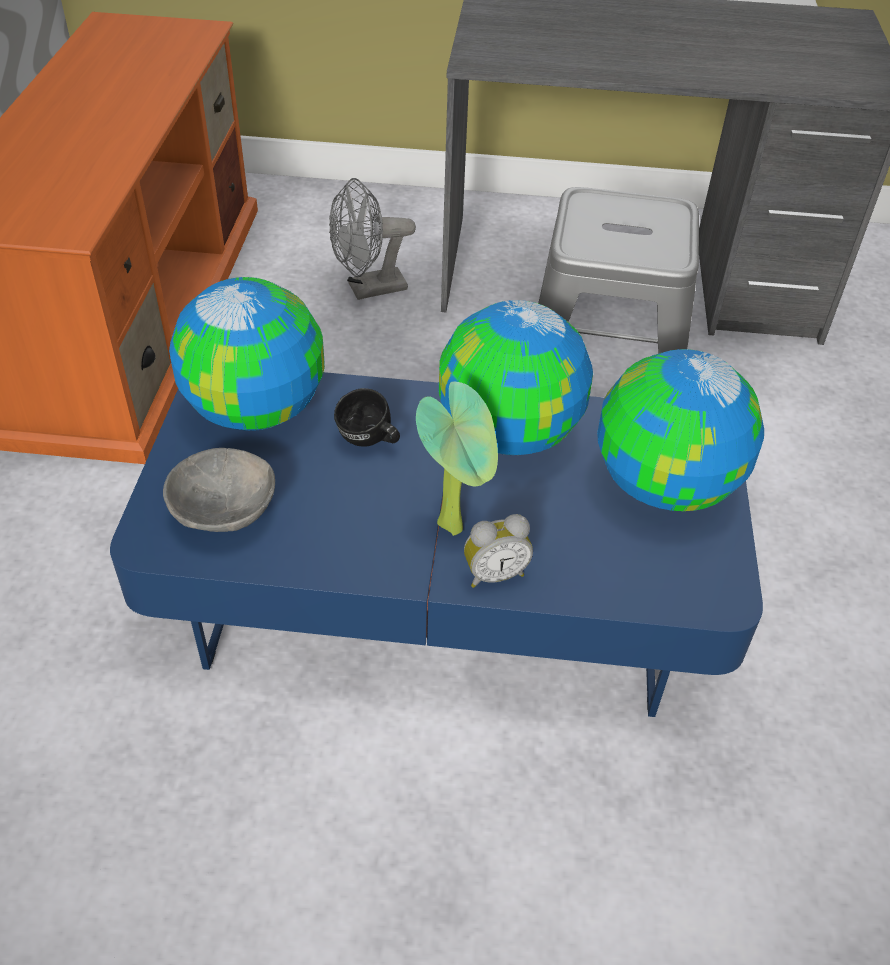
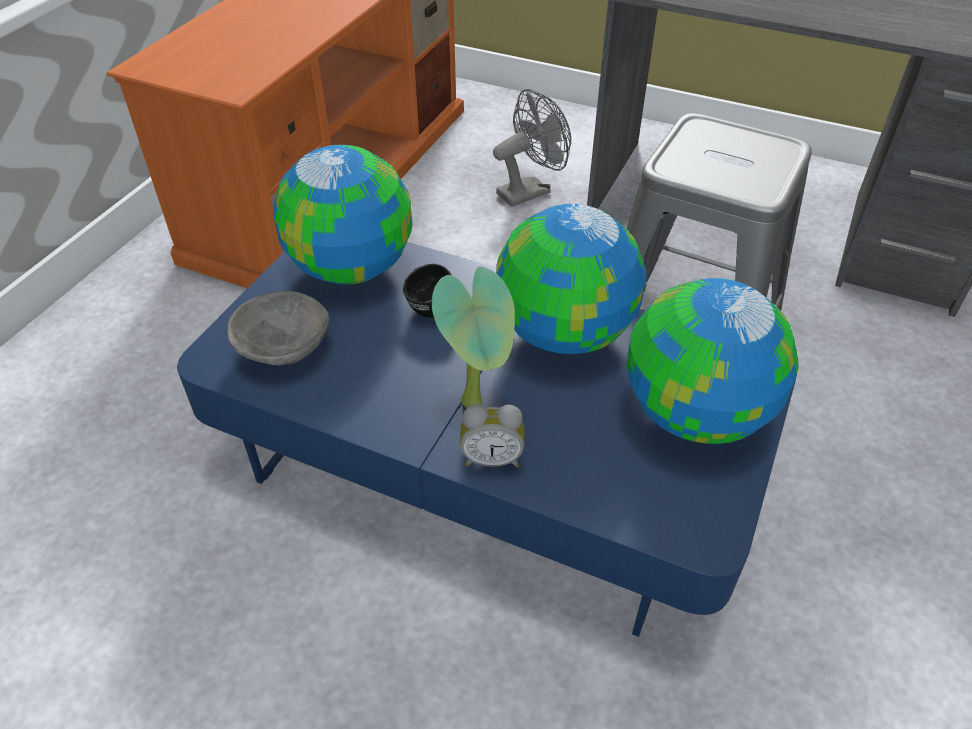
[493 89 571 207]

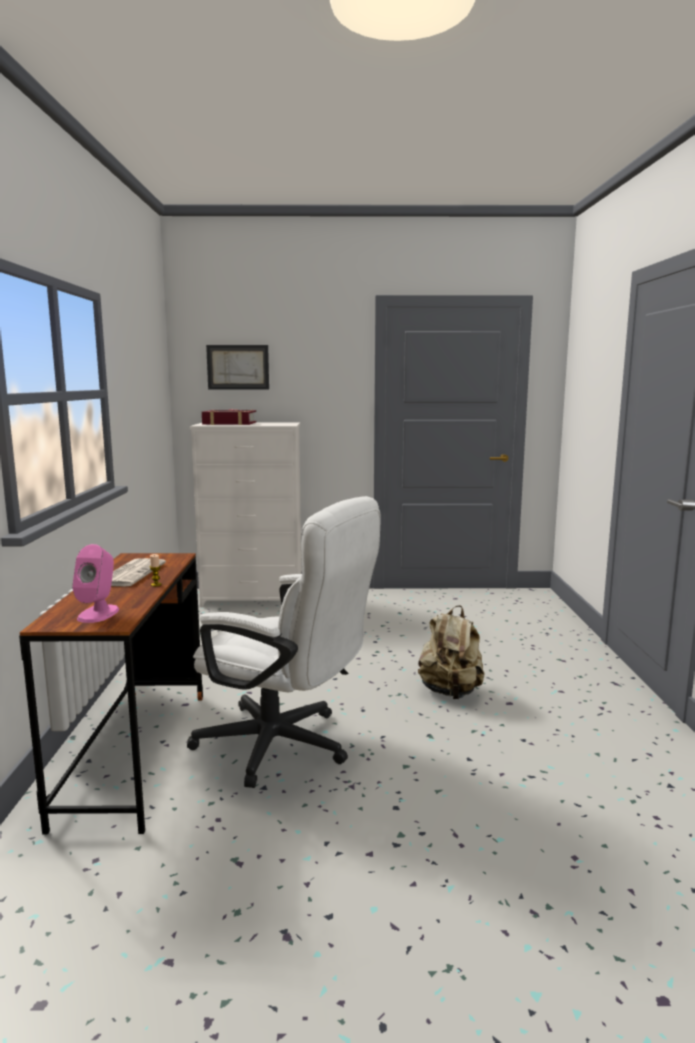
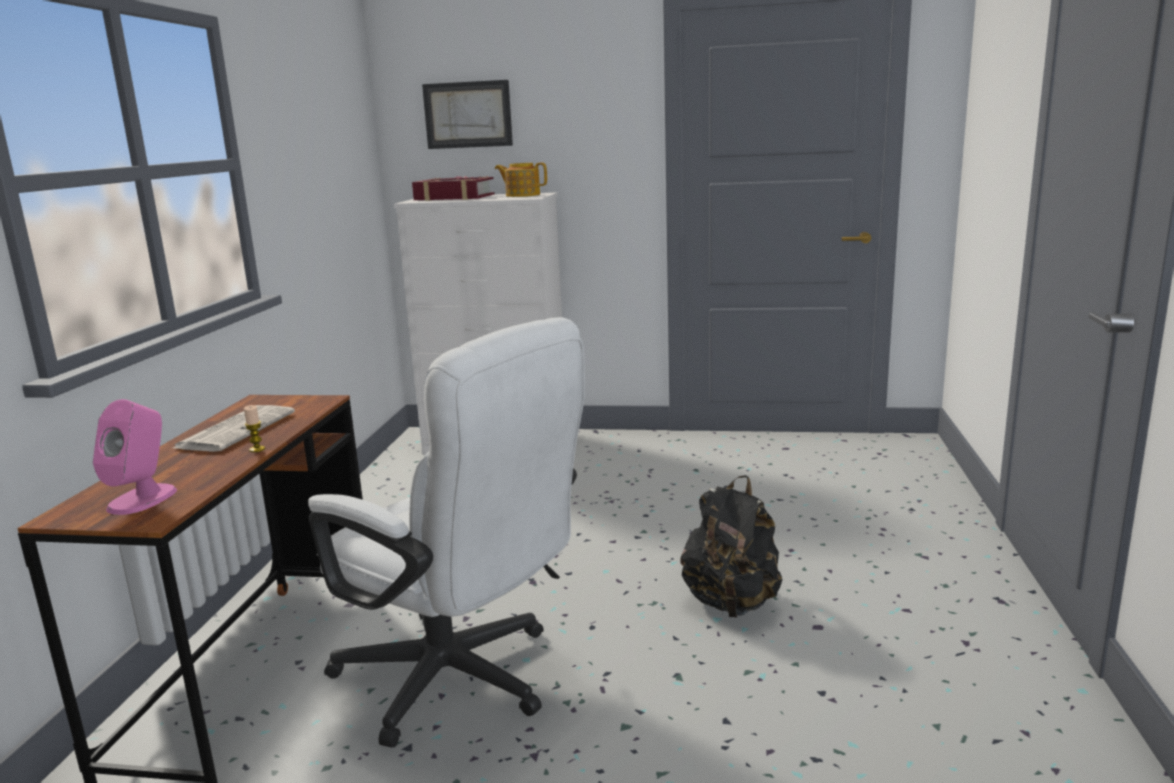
[680 475 782 618]
[495 163 547 197]

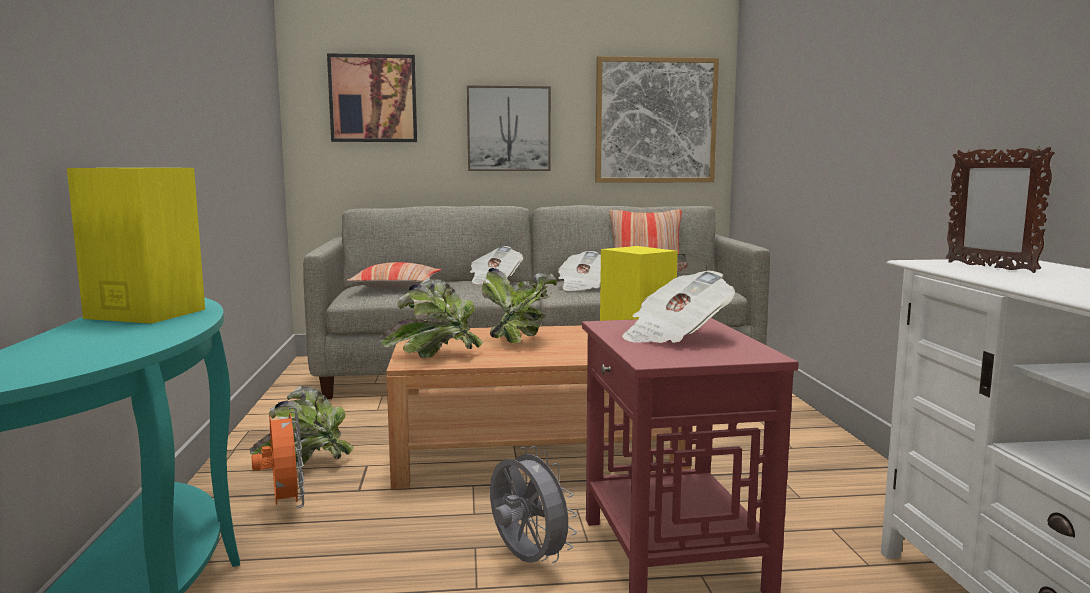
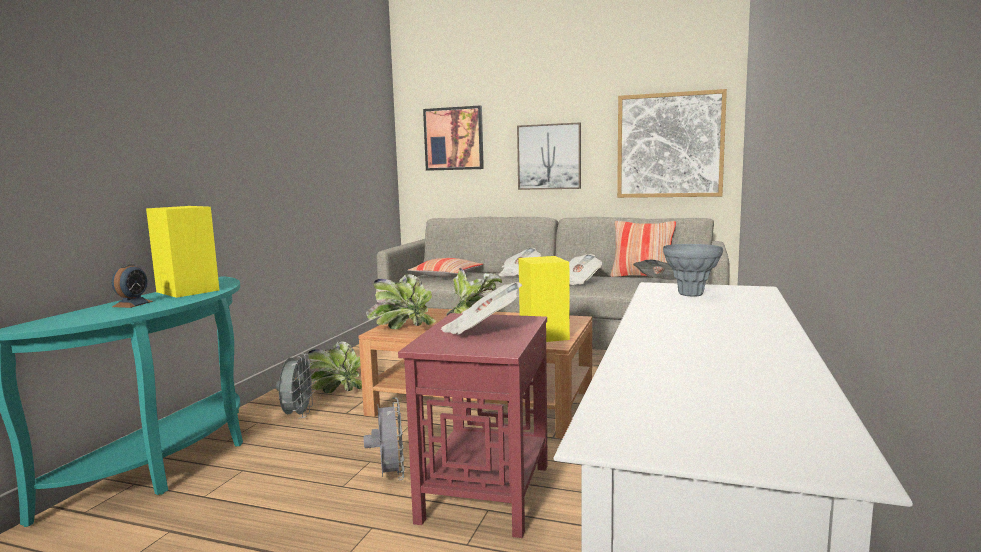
[663 244 723 297]
[276 354 316 418]
[112 264 153 308]

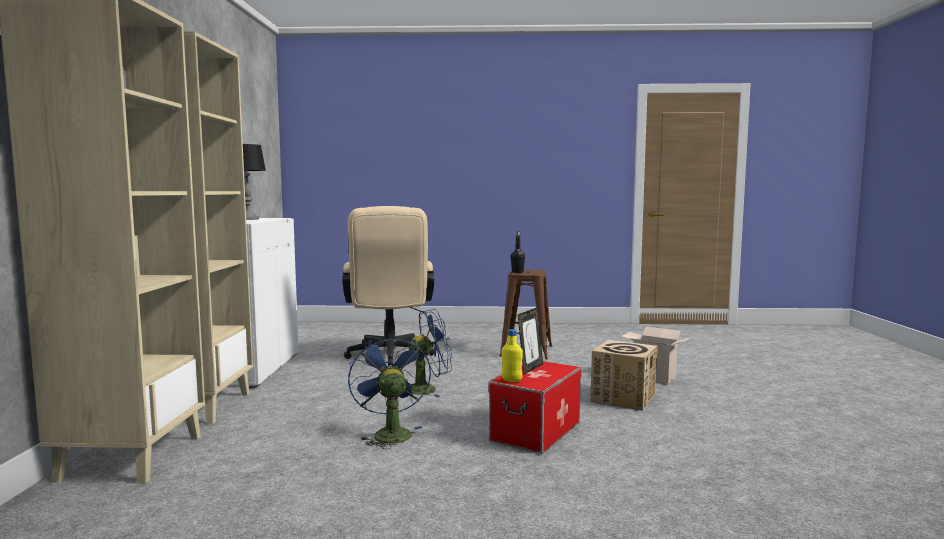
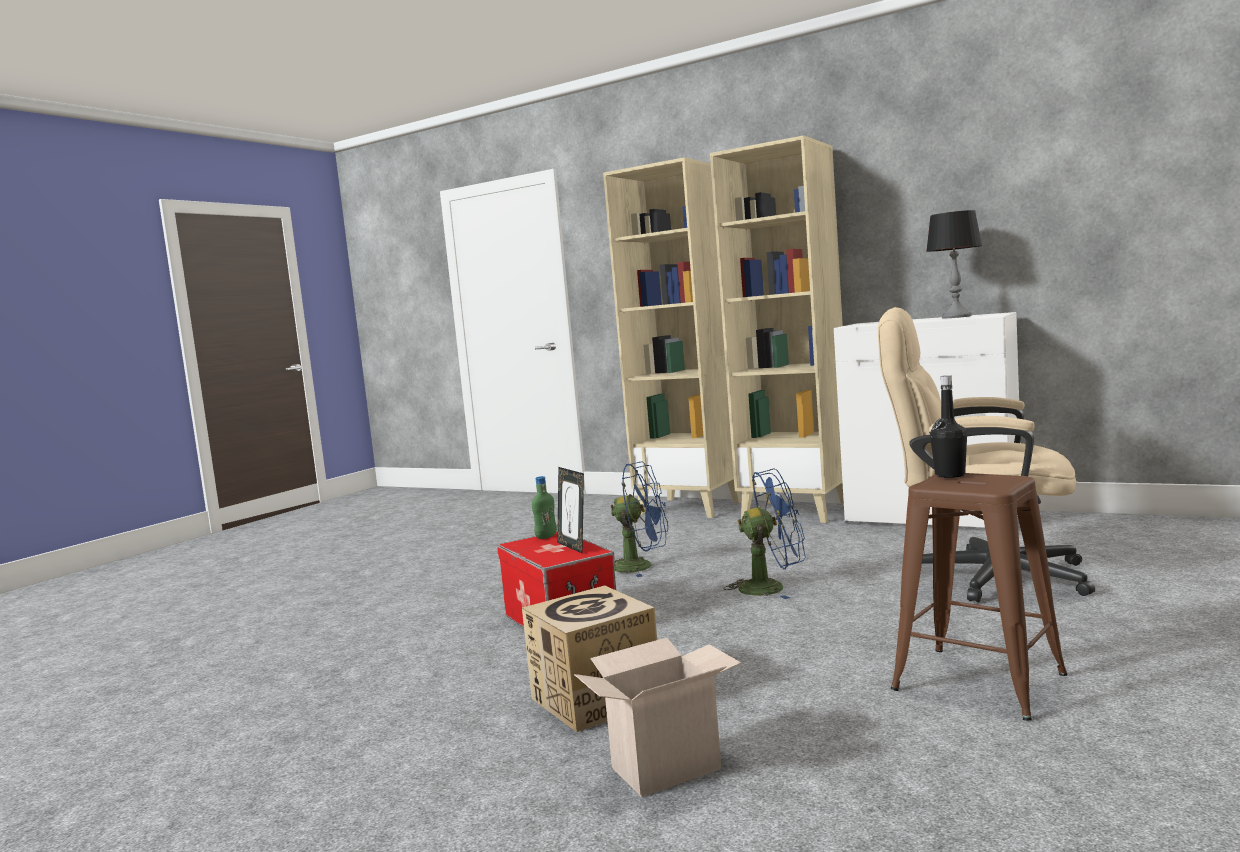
[724 468 806 599]
[532 476 557 539]

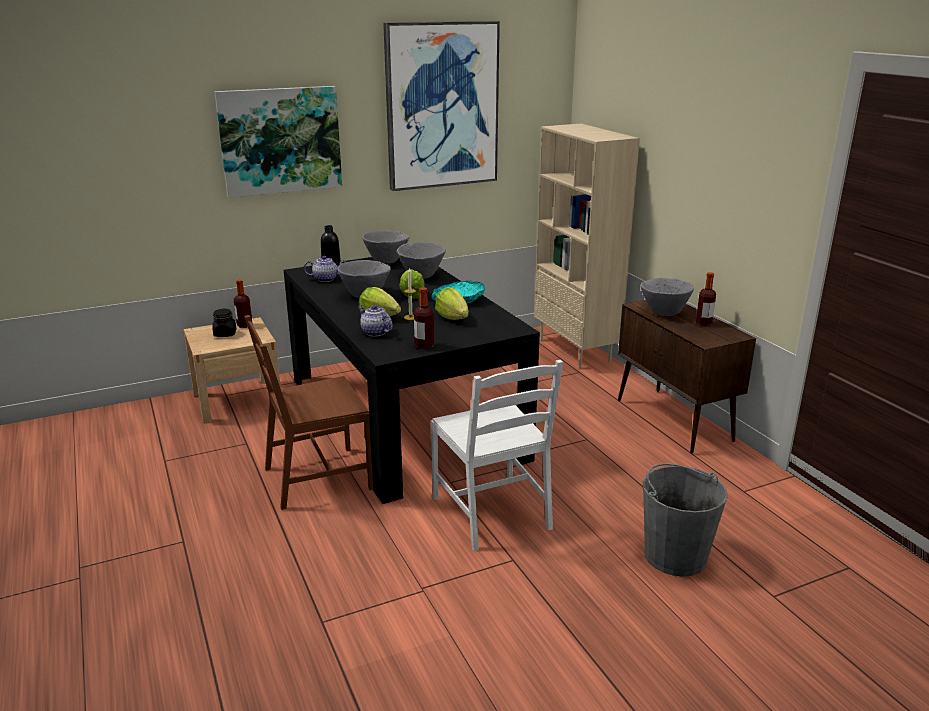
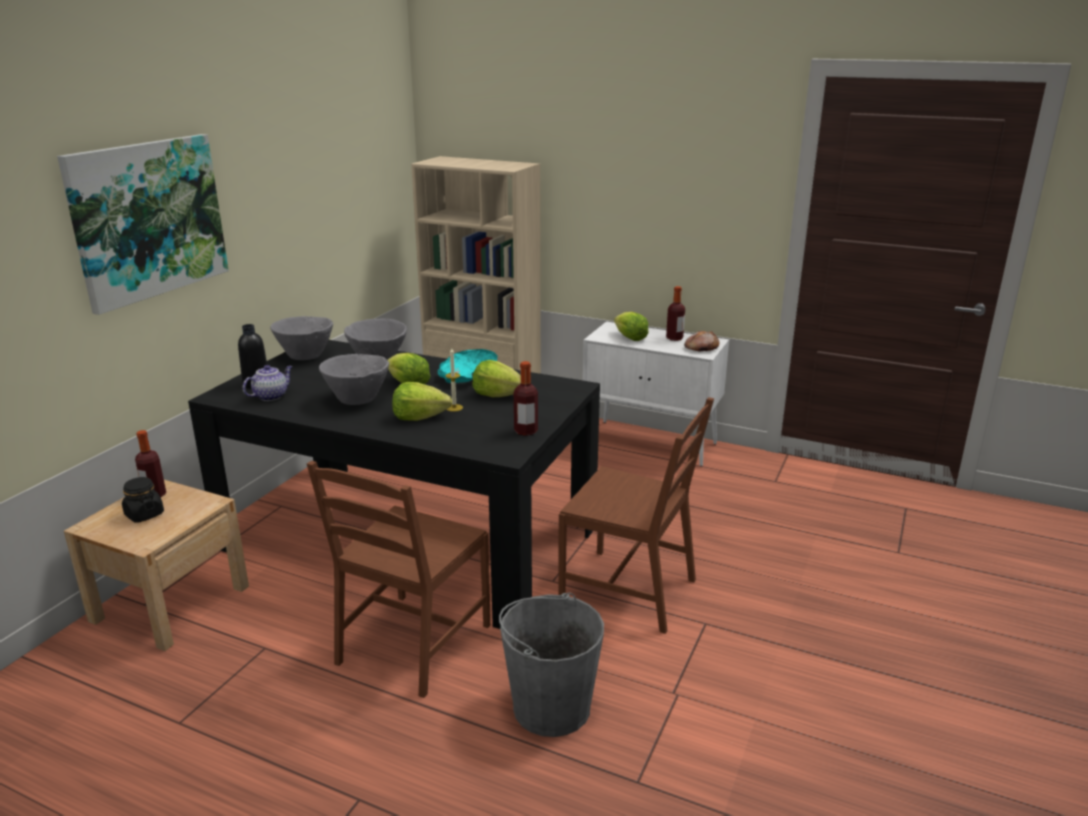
[383 21 500 191] (first image)
[614 312 649 341]
[583 322 729 466]
[358 305 393 337] (first image)
[558 397 714 634]
[499 593 604 737]
[684 331 720 352]

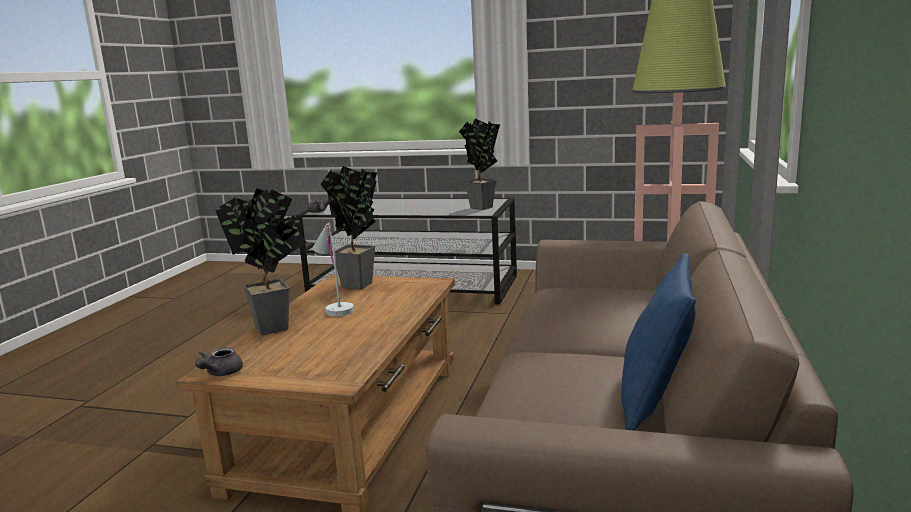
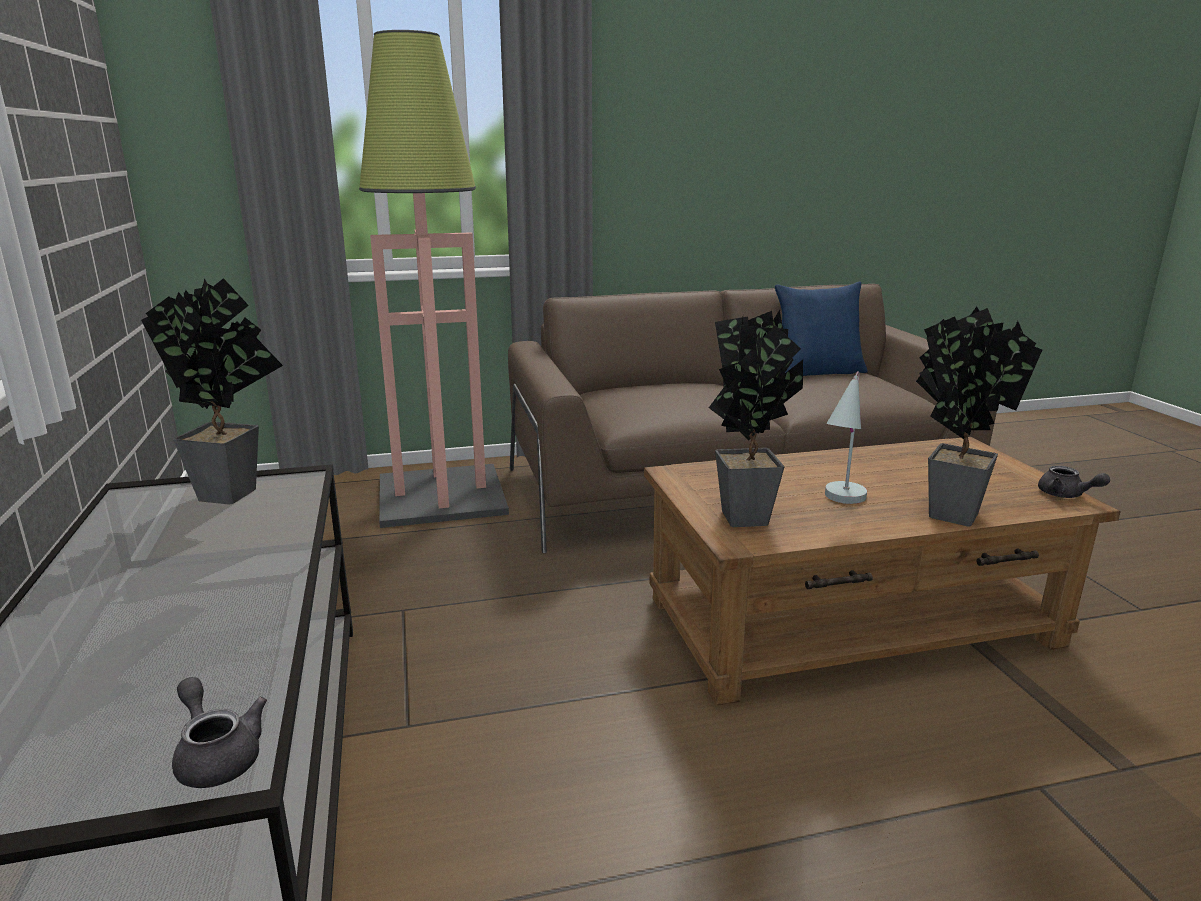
[1038 466 1110 498]

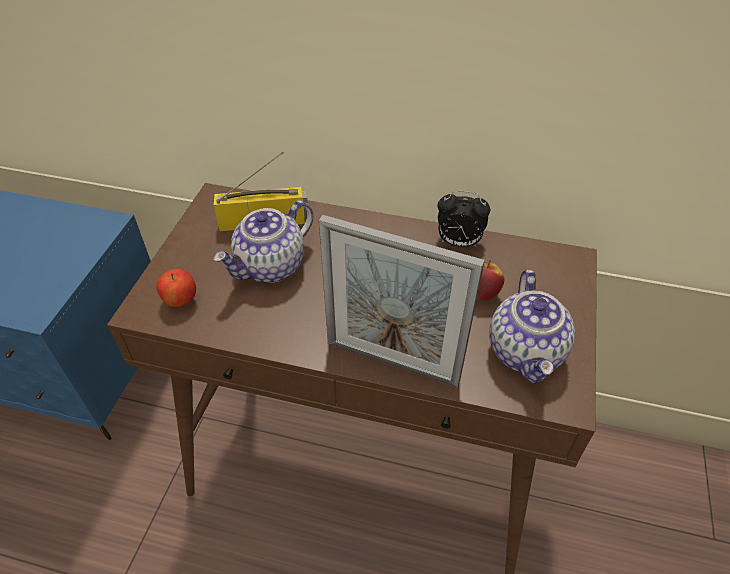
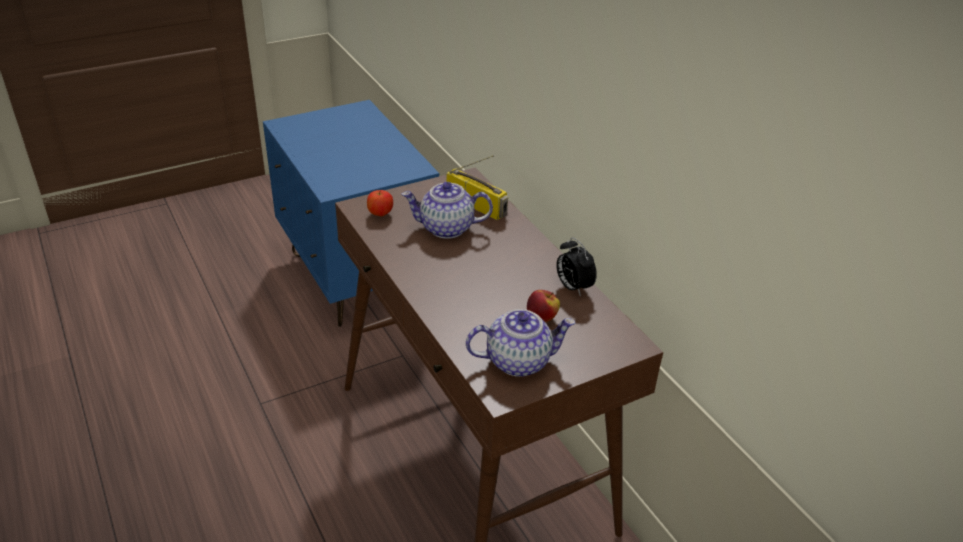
[319 215 485 388] (first image)
[466 309 575 377]

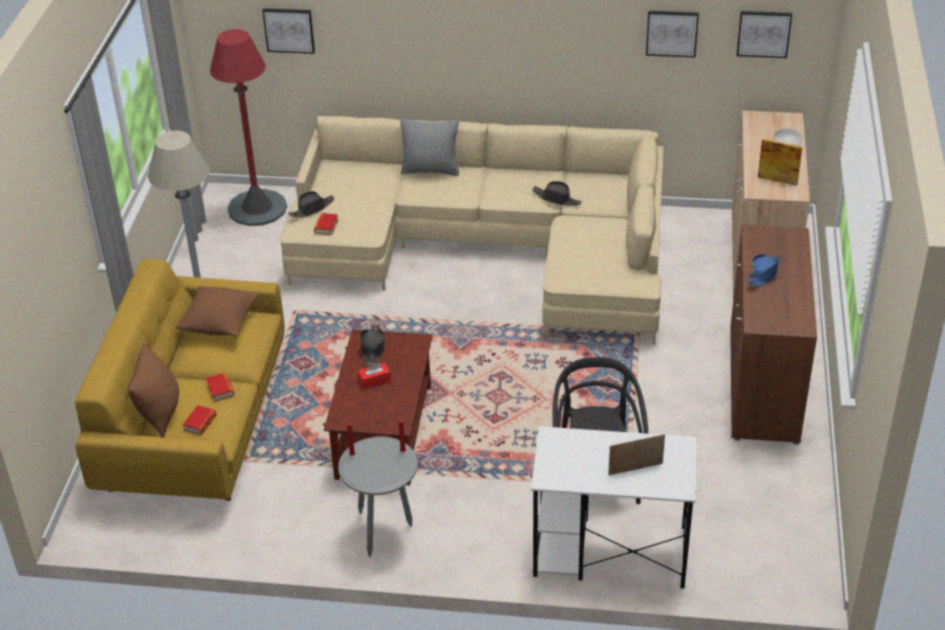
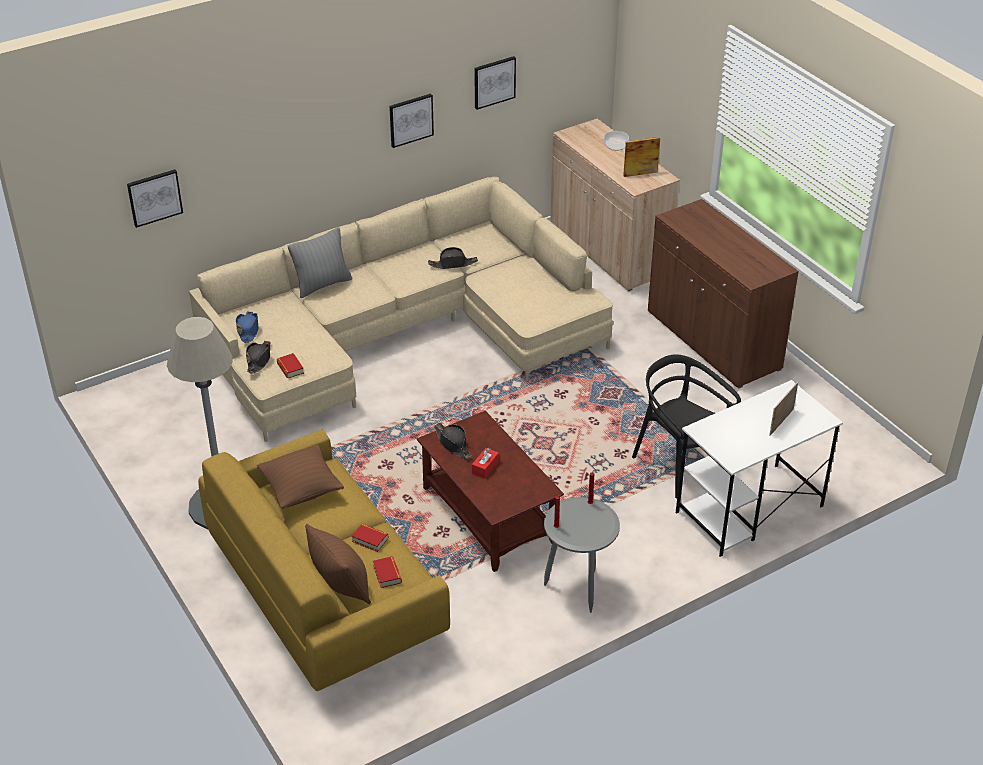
[389 94 434 148]
[210 29 287 226] (first image)
[236 312 258 343]

